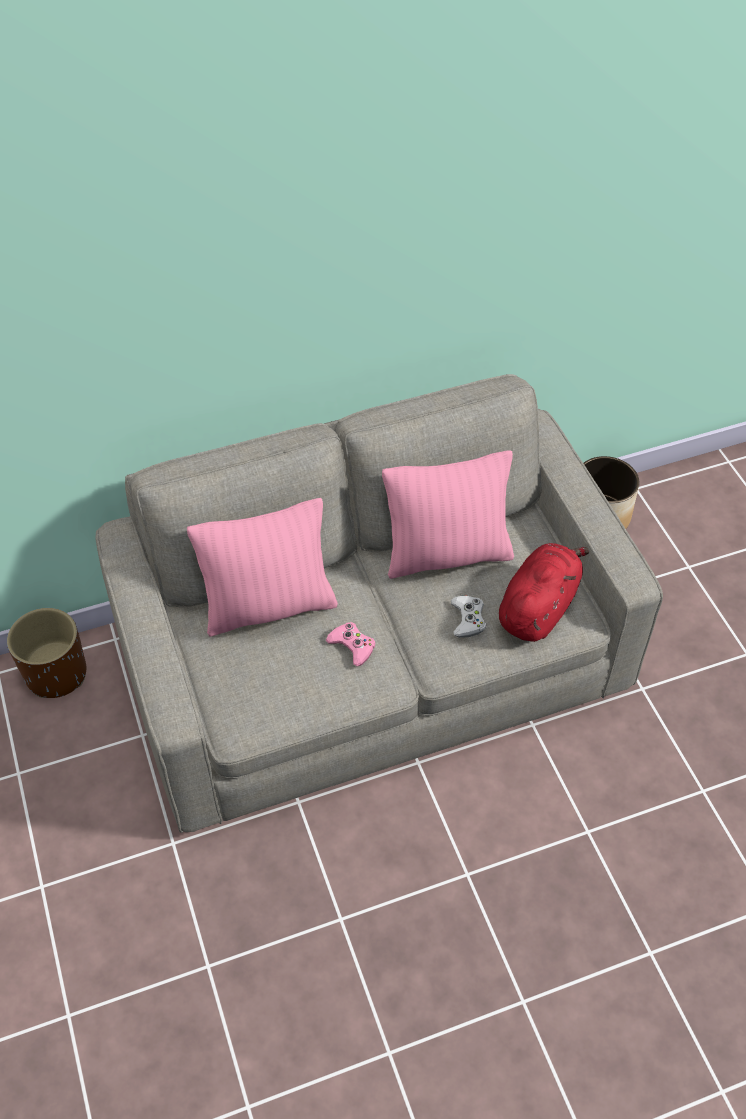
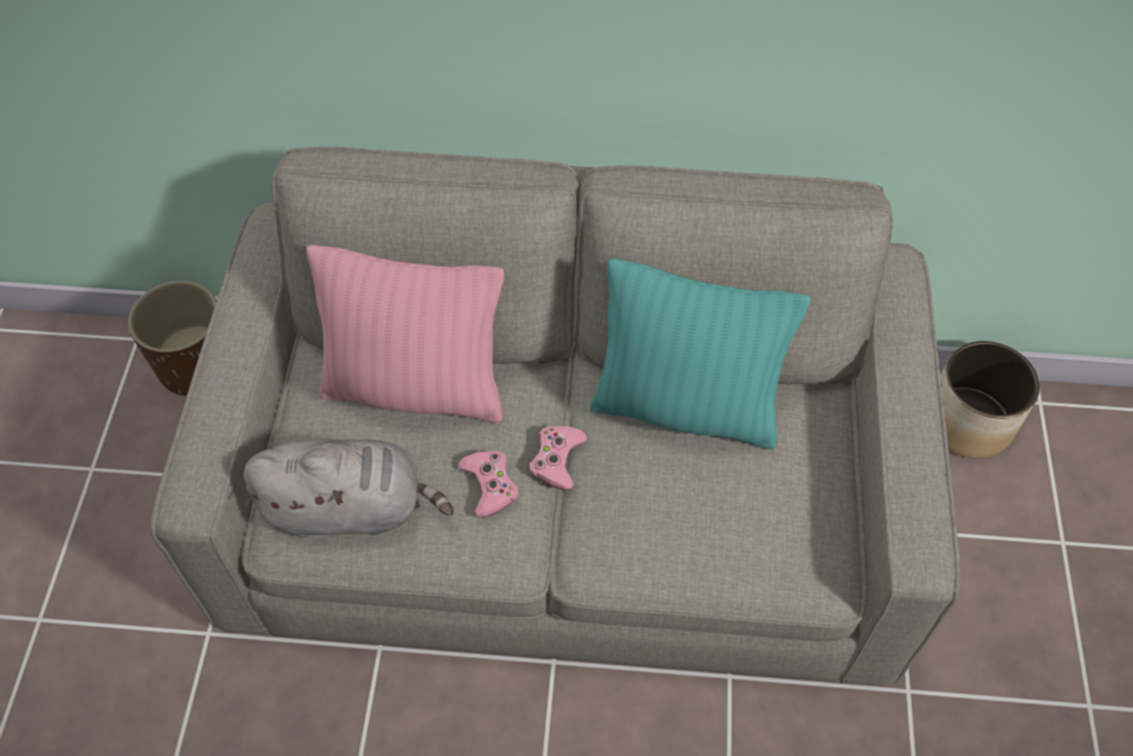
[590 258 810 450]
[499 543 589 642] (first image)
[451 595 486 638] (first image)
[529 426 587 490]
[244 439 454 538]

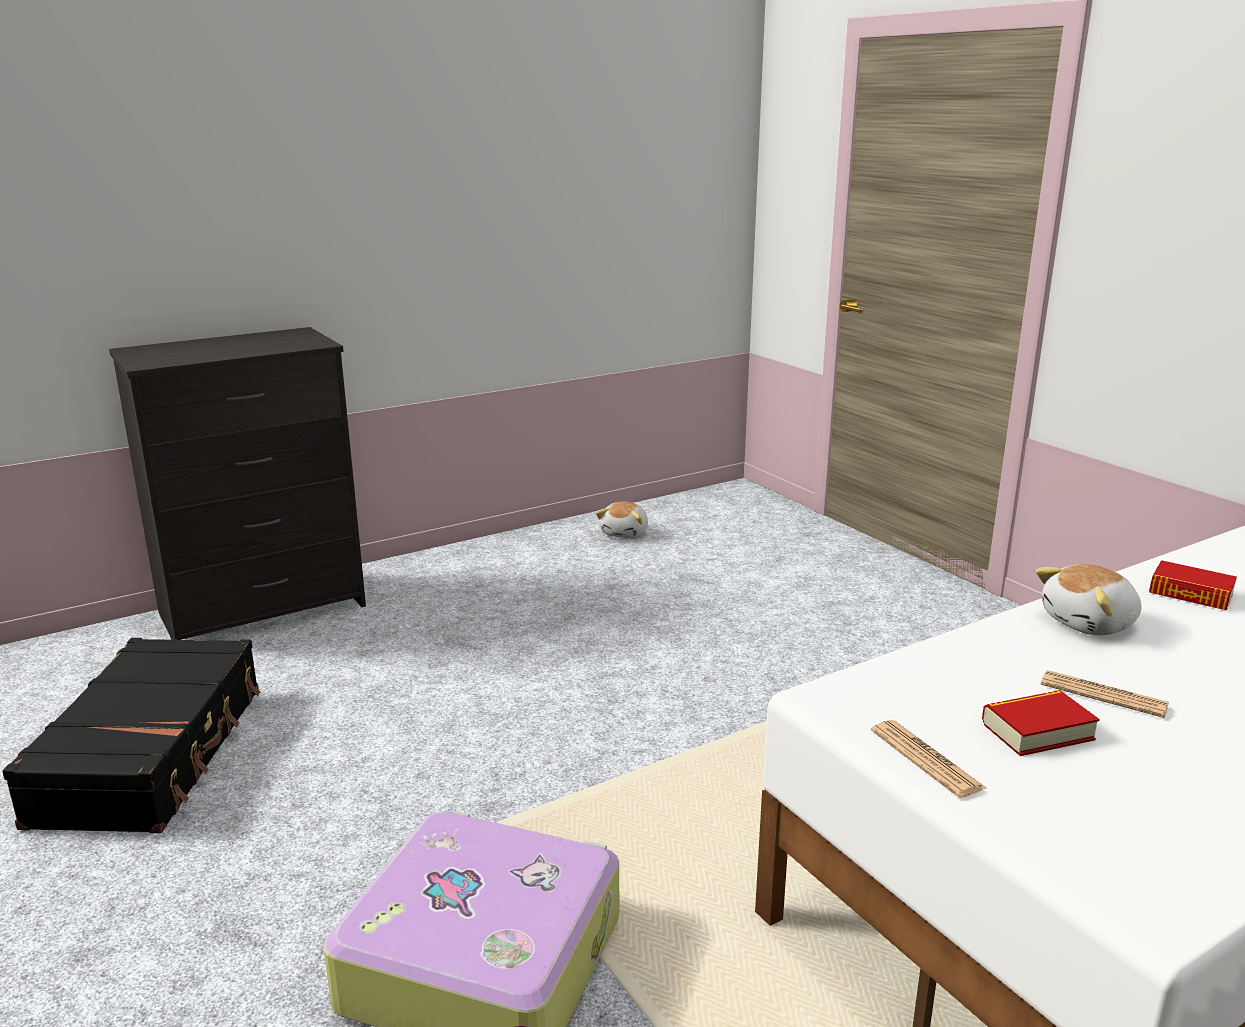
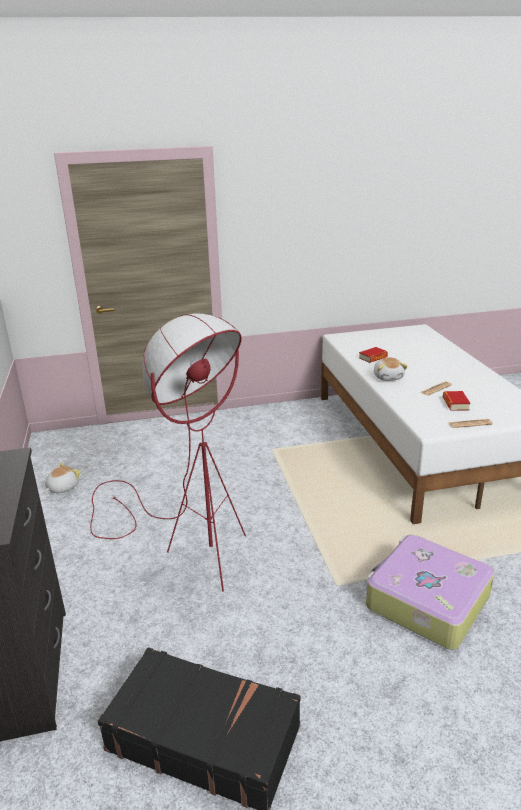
[45 462 81 493]
[90 313 246 592]

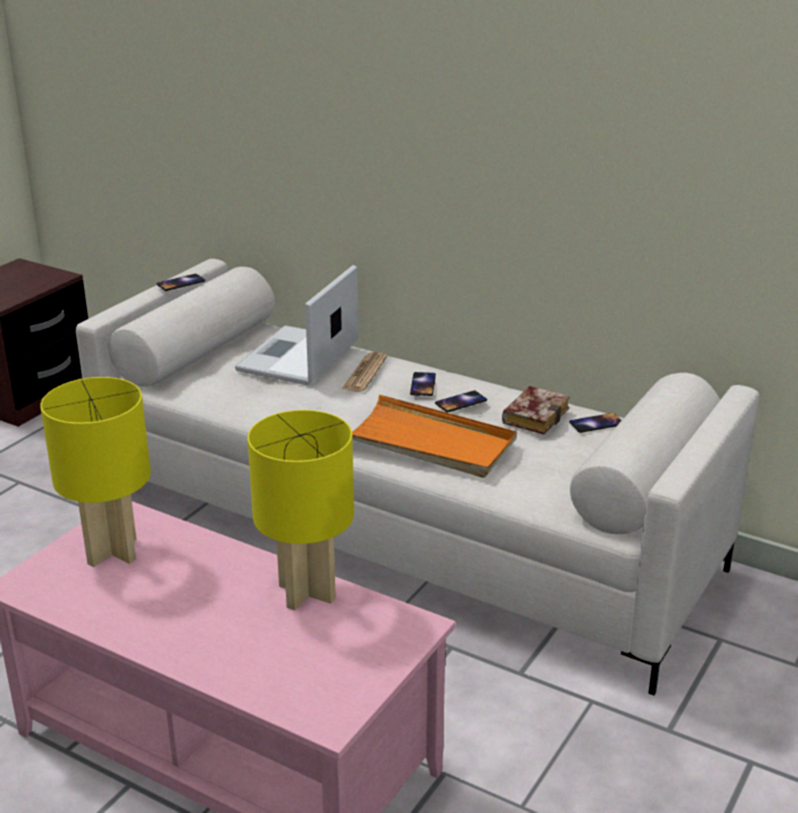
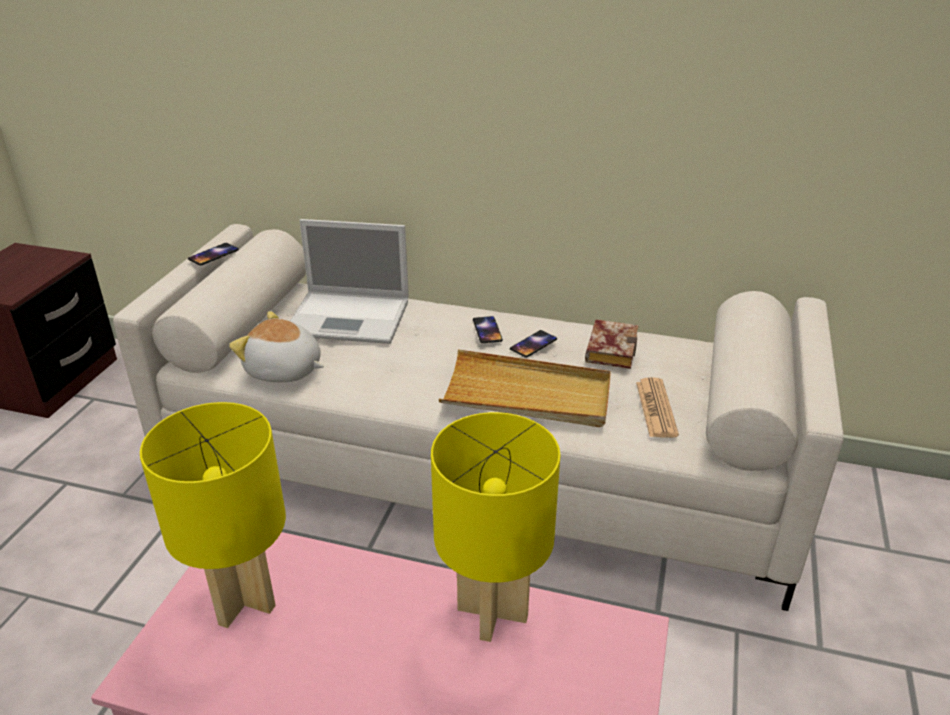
[290 219 409 344]
[636 377 679 438]
[439 349 611 427]
[569 413 622 433] (first image)
[229 311 324 382]

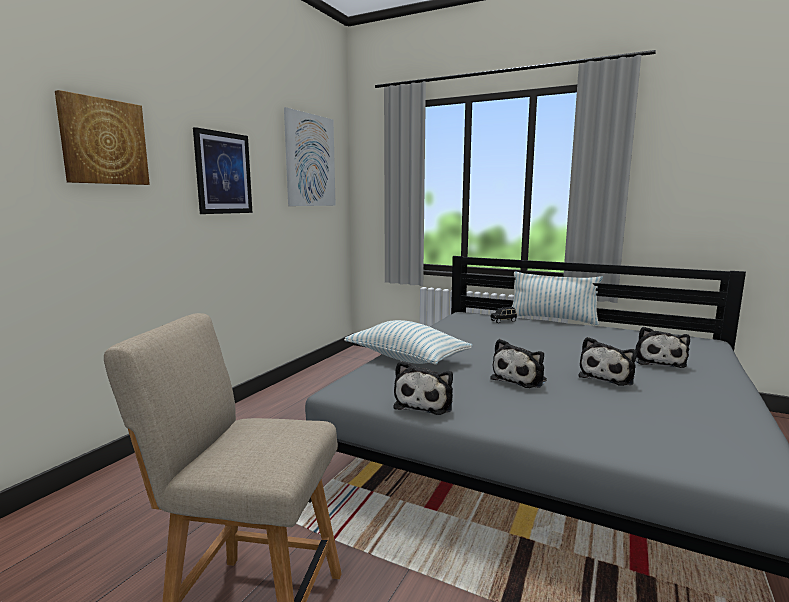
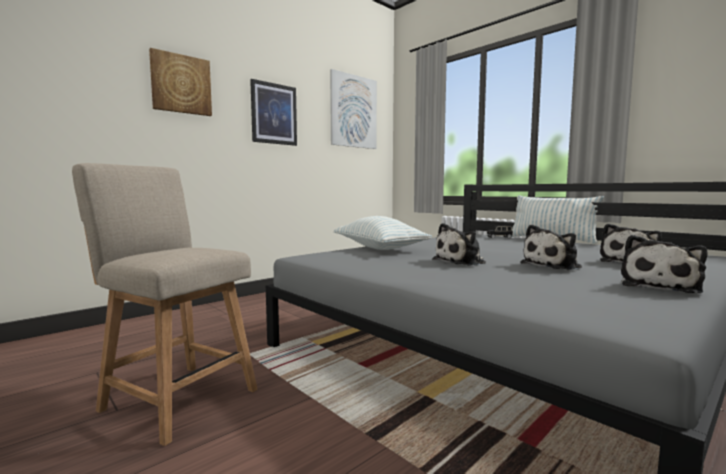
[621 235 707 293]

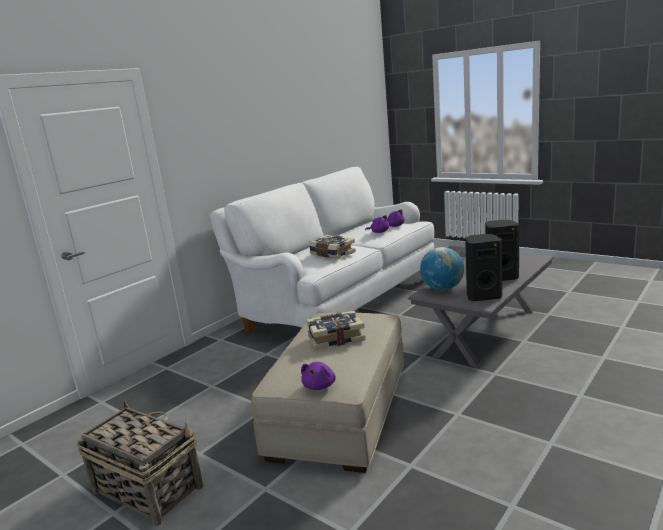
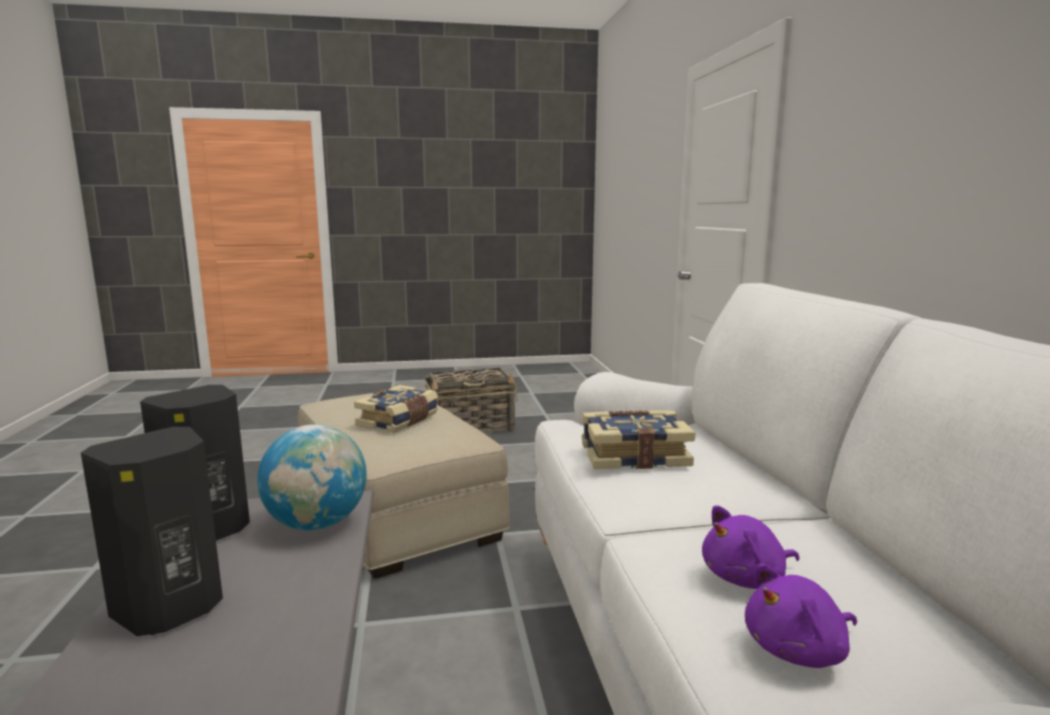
[301 362 336 390] (first image)

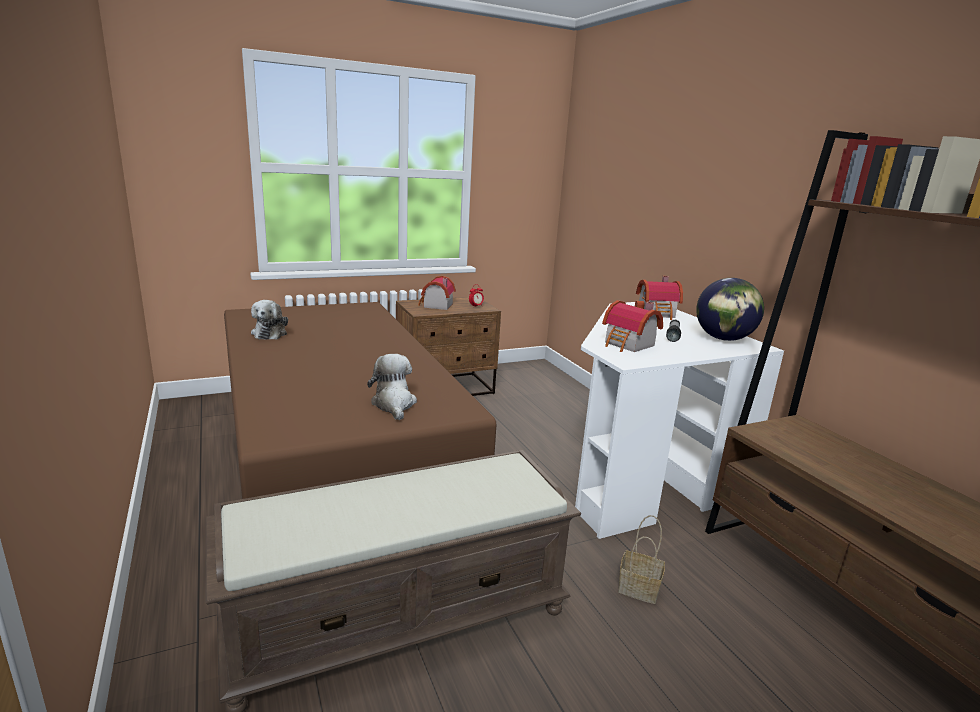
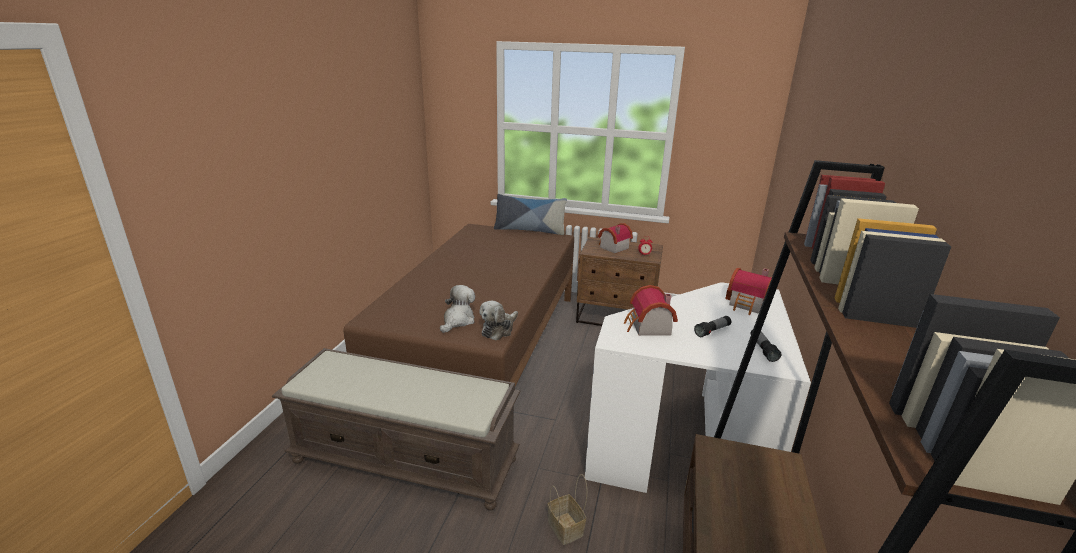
[751 330 782 362]
[479 300 518 340]
[494 194 567 235]

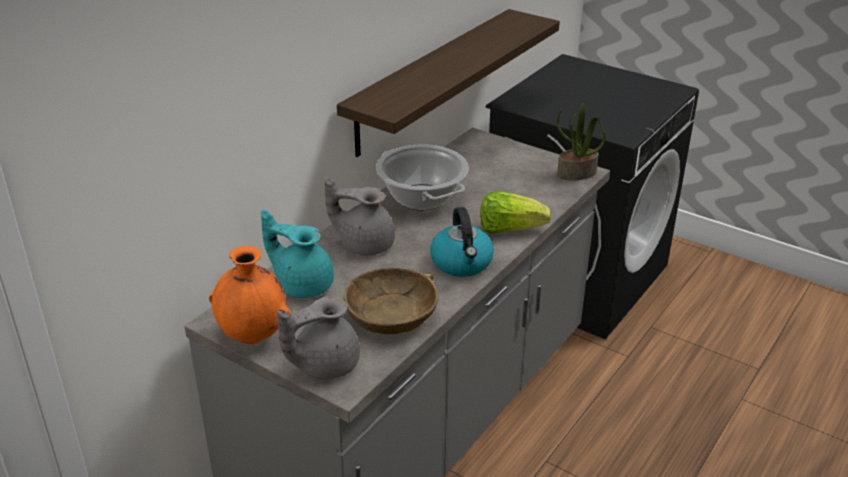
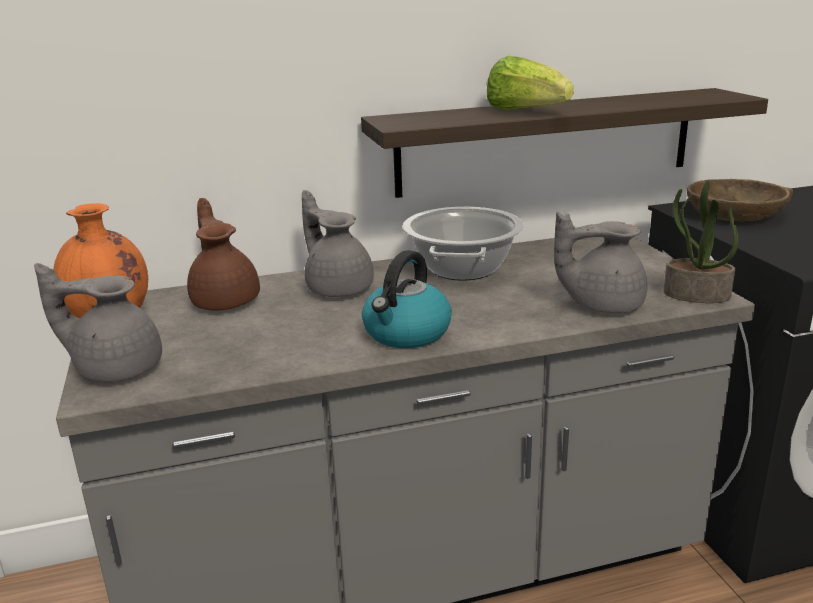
[487 56 574 110]
[187 198 260 310]
[687 179 793 222]
[554 212 647 313]

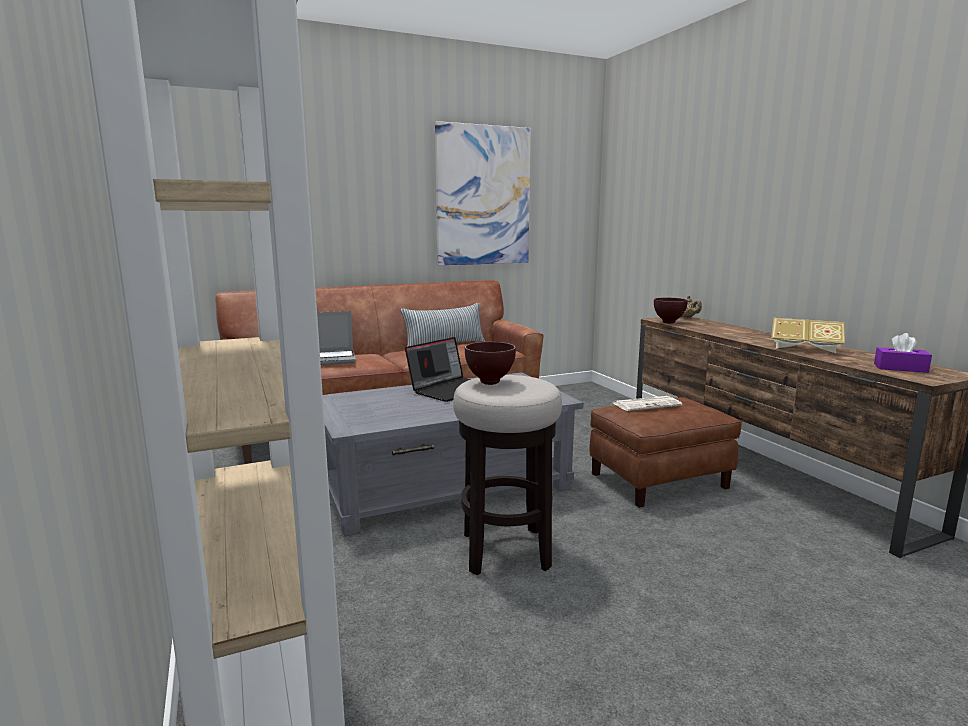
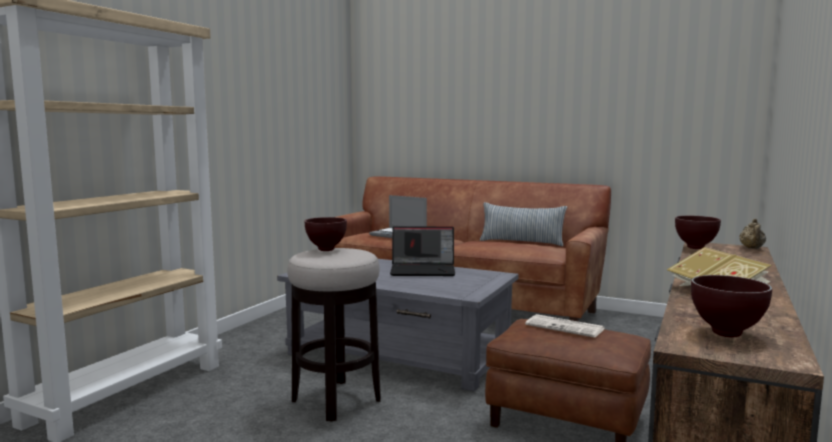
[435 121 531 265] (first image)
[691 275 772 337]

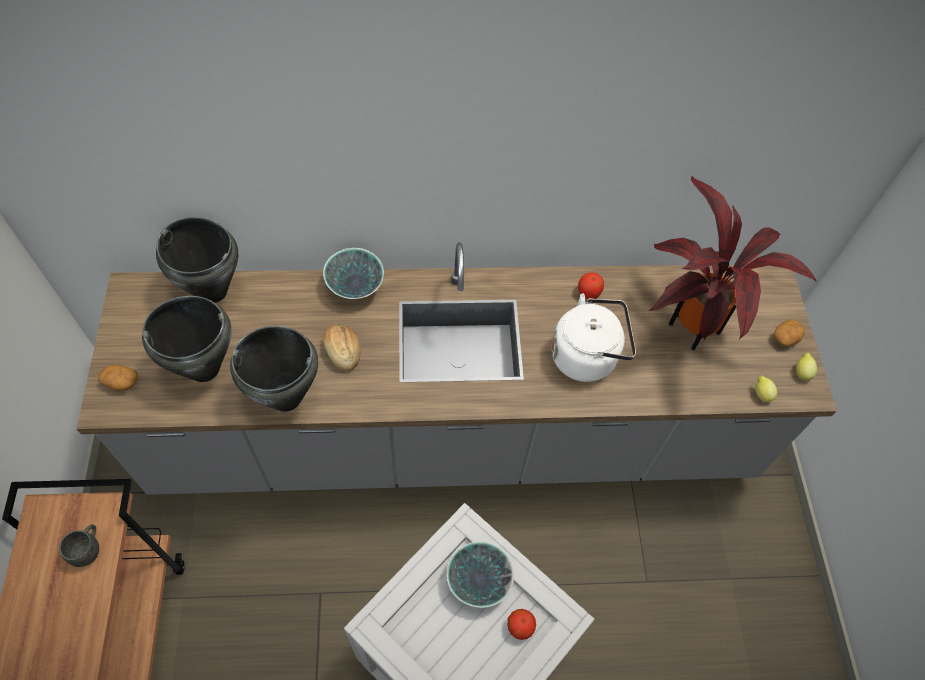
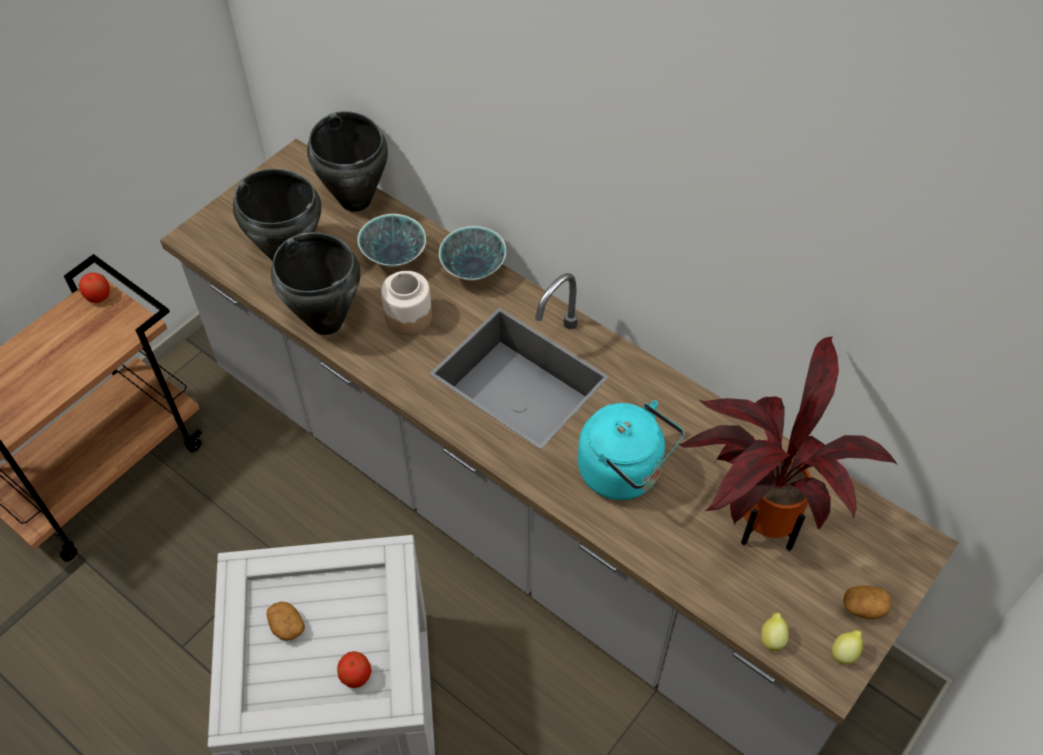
[79 273 110 303]
[578 400 684 500]
[381 271 432 335]
[266 602 305 641]
[59 524 99 567] (first image)
[357 214 426 267]

